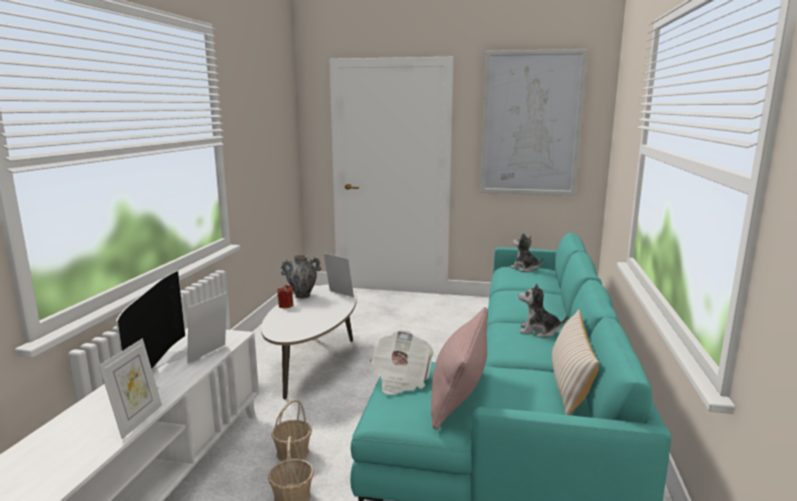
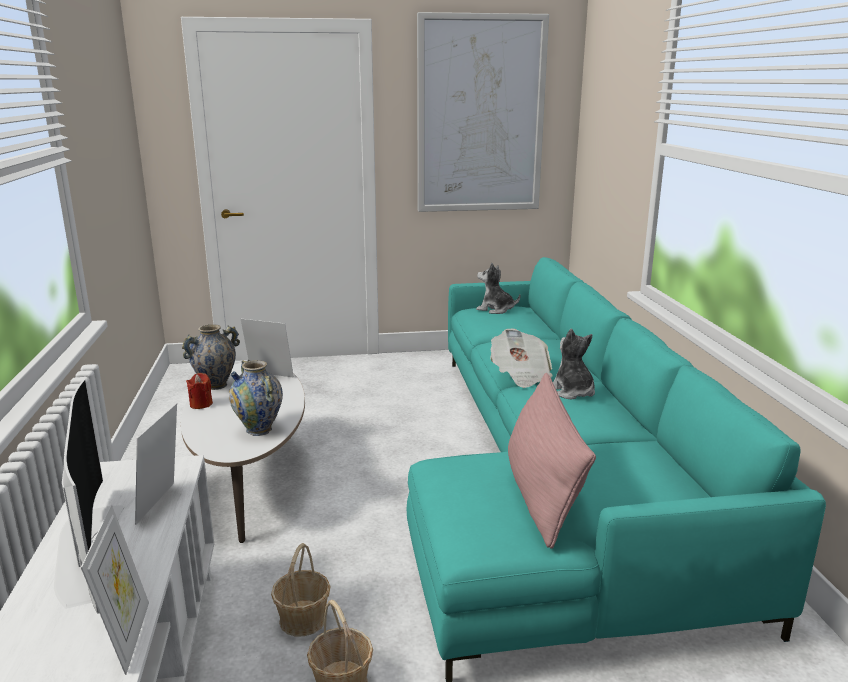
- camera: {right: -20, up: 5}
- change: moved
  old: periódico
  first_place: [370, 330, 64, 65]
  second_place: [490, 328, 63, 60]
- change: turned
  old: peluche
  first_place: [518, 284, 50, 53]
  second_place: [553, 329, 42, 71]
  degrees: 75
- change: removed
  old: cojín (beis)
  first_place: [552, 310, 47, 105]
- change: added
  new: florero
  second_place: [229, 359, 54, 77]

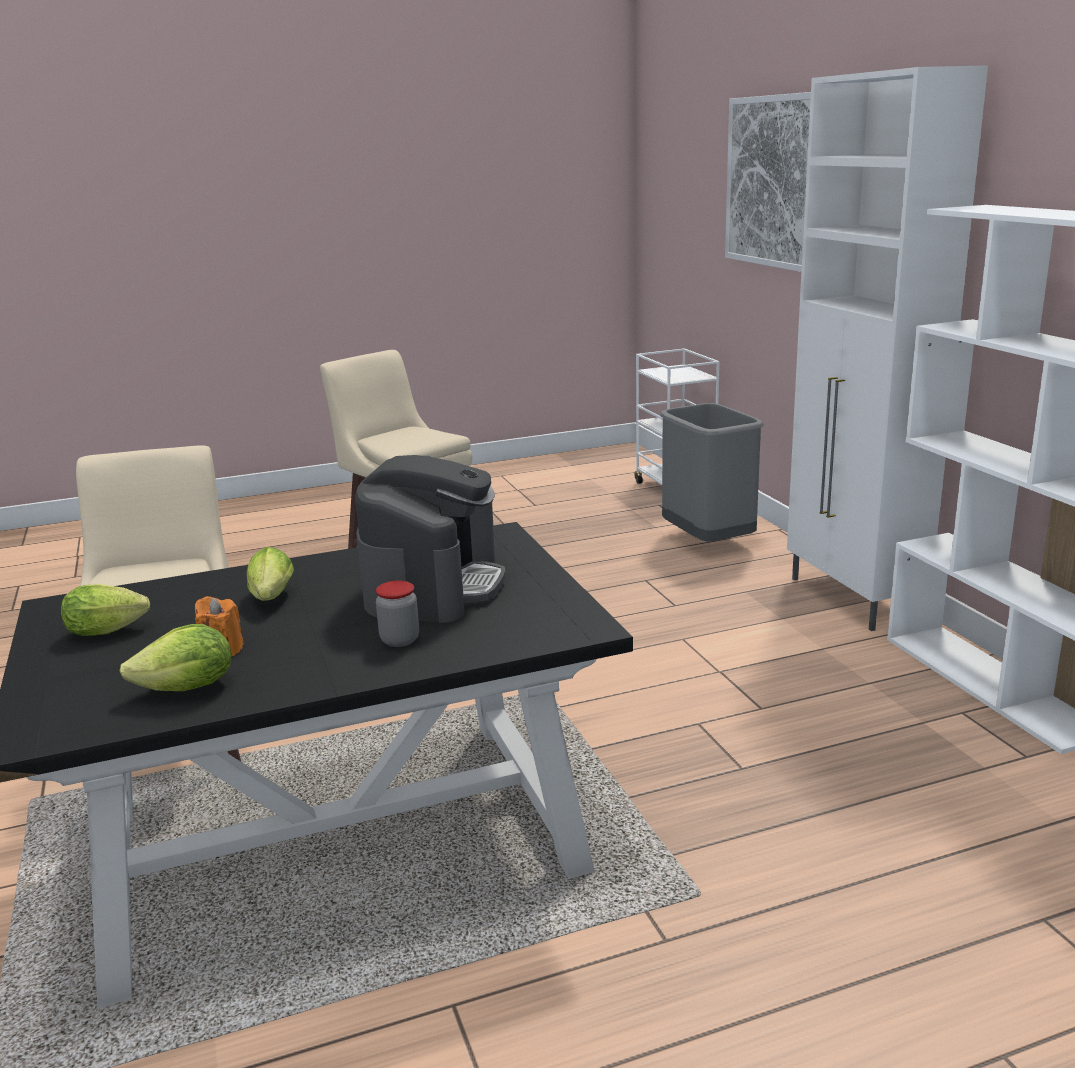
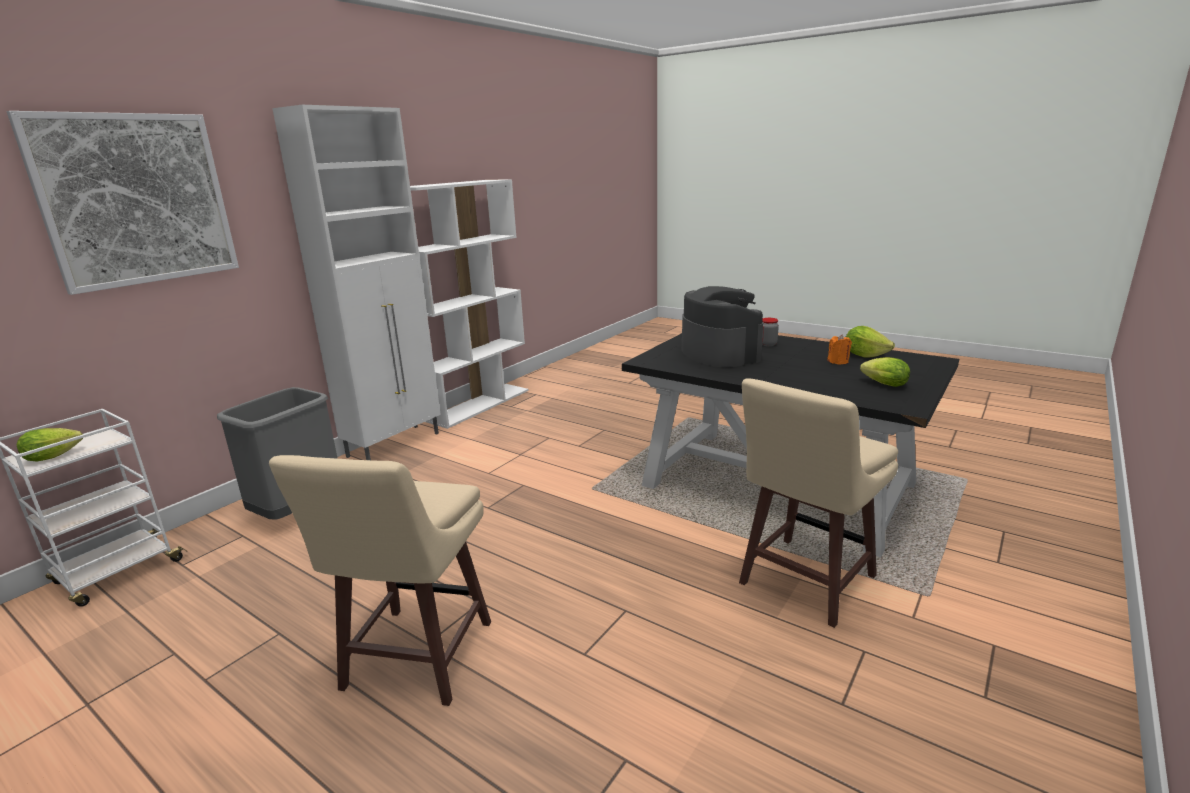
- camera: {right: -125, up: 0}
- change: moved
  old: lechuga
  first_place: [247, 547, 47, 54]
  second_place: [17, 428, 66, 33]
- change: turned
  old: cafetera
  first_place: [355, 455, 150, 168]
  second_place: [682, 286, 81, 81]
  degrees: 90

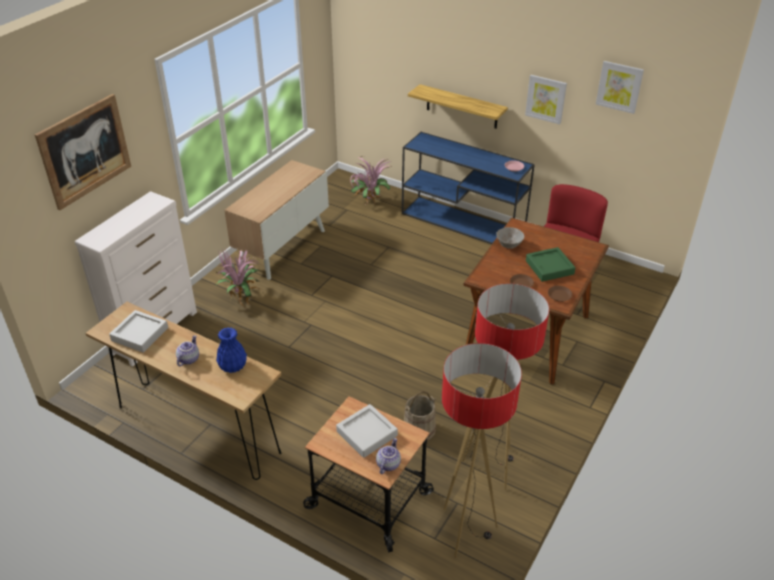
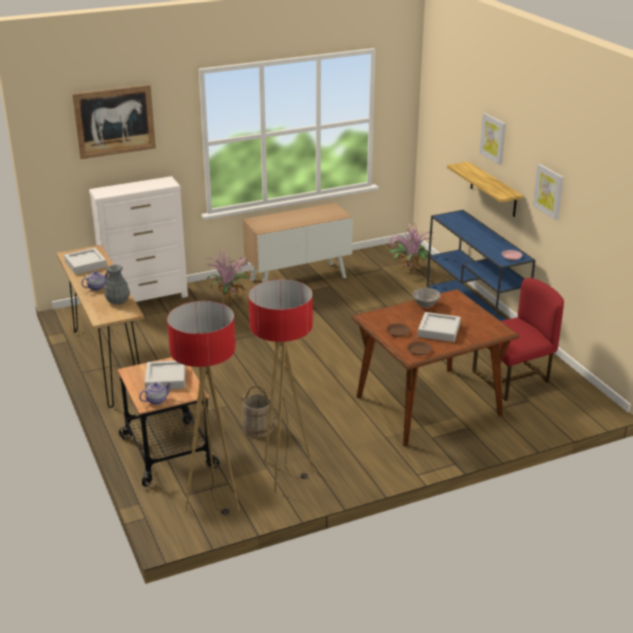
- camera: {right: 35, up: -10}
- change: recoloured
  old: florero (azul)
  new: florero (gris)
  first_place: [216, 327, 31, 46]
  second_place: [104, 264, 26, 41]
- change: recoloured
  old: bandeja (verde)
  new: bandeja (gris)
  first_place: [526, 247, 50, 35]
  second_place: [418, 312, 43, 30]
- change: moved
  old: cuadro
  first_place: [596, 61, 48, 53]
  second_place: [480, 113, 26, 52]

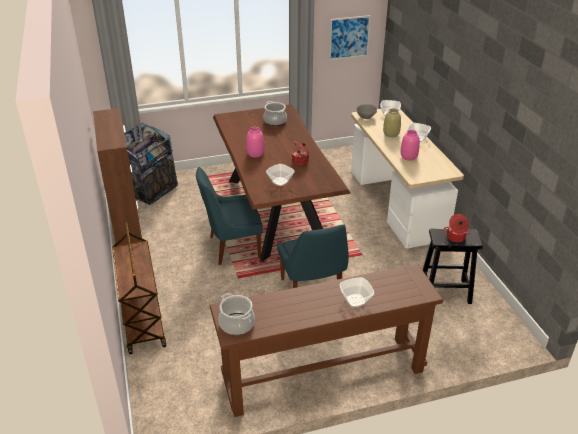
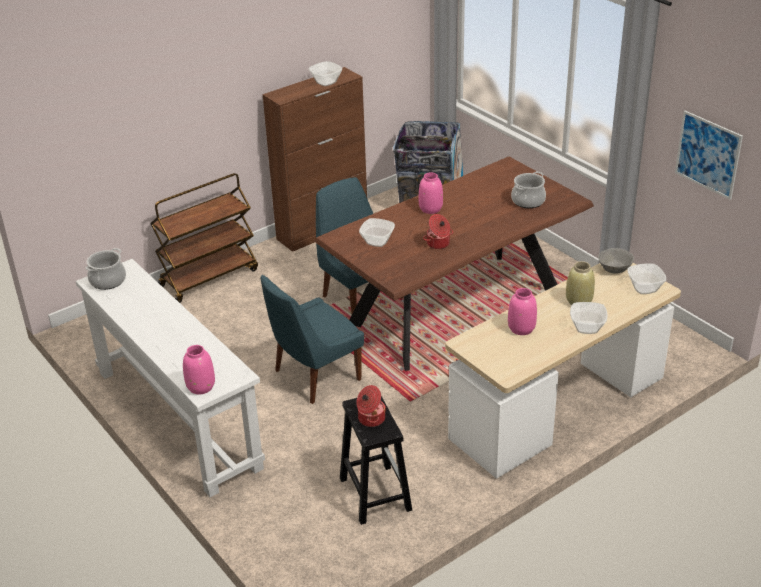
- camera: {right: 70, up: 0}
- change: recoloured
  old: mesa consola (marrón)
  new: mesa consola (blanco)
  first_place: [210, 264, 233, 153]
  second_place: [75, 259, 190, 238]
- change: moved
  old: cuenco
  first_place: [340, 278, 34, 29]
  second_place: [309, 61, 33, 25]
- change: added
  new: florero (rosa)
  second_place: [183, 345, 32, 49]

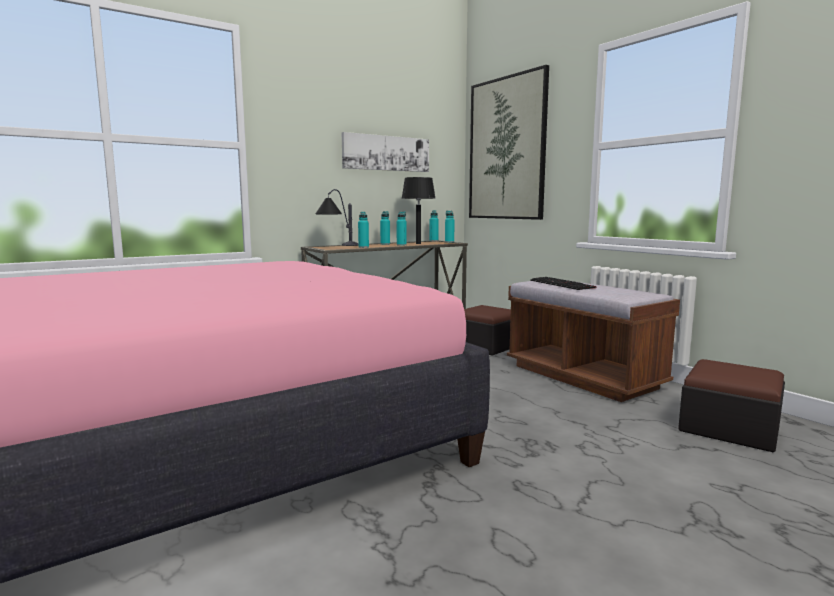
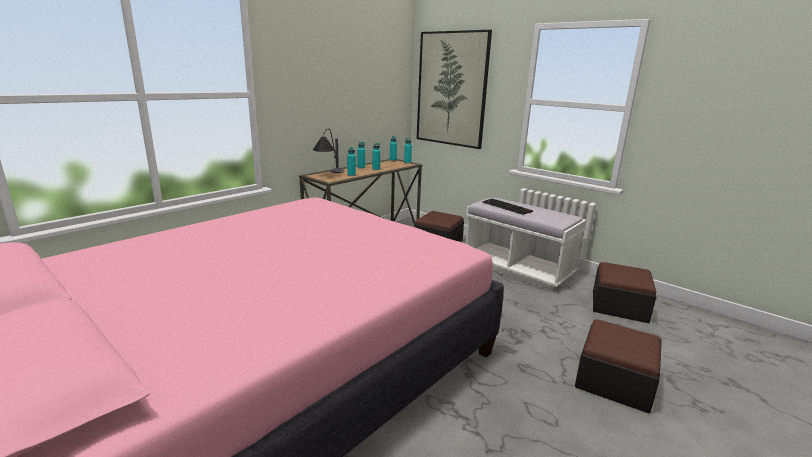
- camera: {right: -15, up: 10}
- change: removed
  old: cuadro
  first_place: [342, 132, 87, 40]
- change: removed
  old: lámpara de mesa (negro)
  first_place: [402, 177, 33, 67]
- change: recoloured
  old: banco (marrón)
  new: banco (blanco)
  first_place: [507, 280, 173, 122]
  second_place: [466, 197, 121, 93]
- change: added
  new: puf
  second_place: [575, 319, 87, 94]

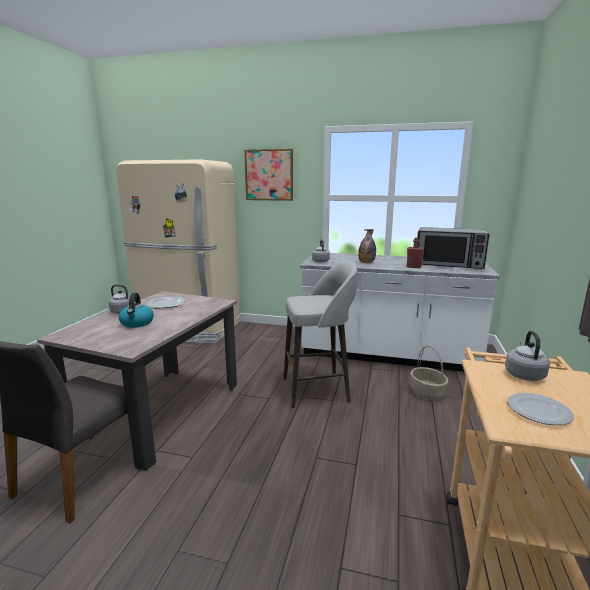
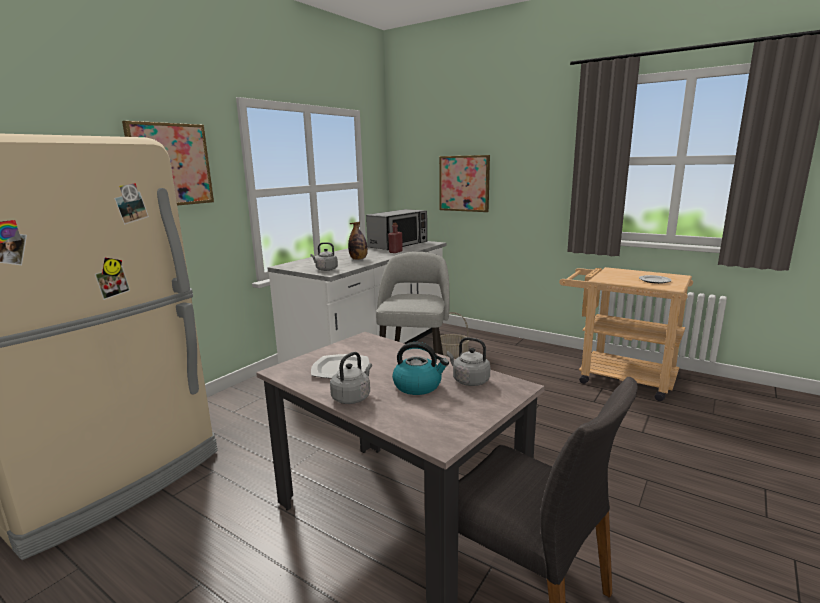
- camera: {right: -70, up: 0}
- change: moved
  old: hervidor (gris)
  first_place: [505, 331, 45, 50]
  second_place: [447, 337, 43, 49]
- change: added
  new: cuadro
  second_place: [439, 155, 51, 57]

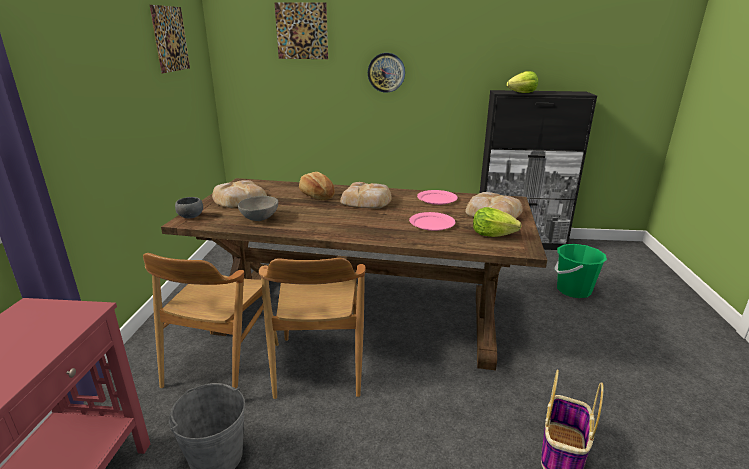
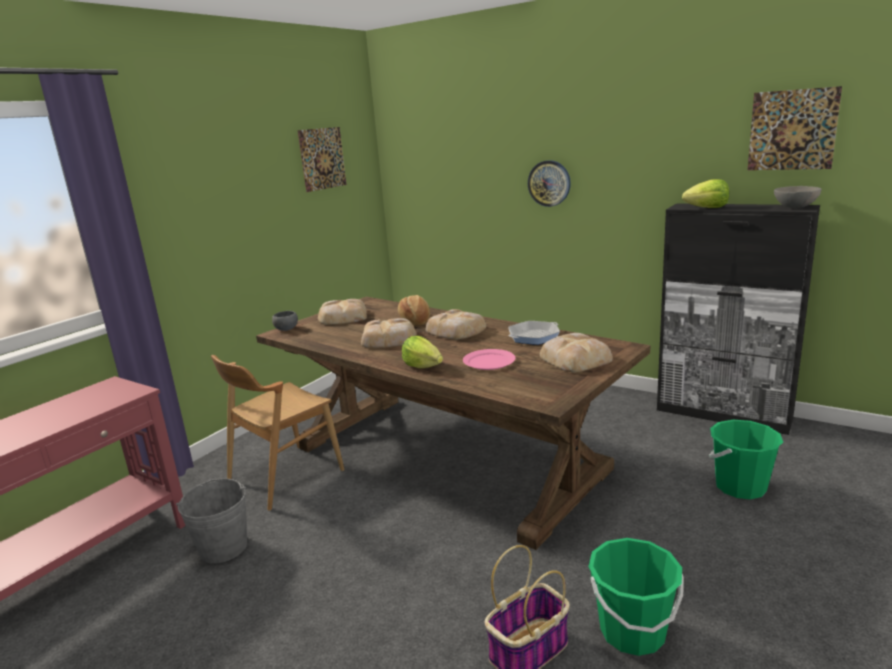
- camera: {right: 30, up: -5}
- change: moved
  old: cuenco (gris)
  first_place: [238, 196, 40, 25]
  second_place: [774, 186, 48, 22]
- change: removed
  old: silla (marrón)
  first_place: [259, 258, 107, 141]
- change: moved
  old: cuadro
  first_place: [275, 3, 53, 56]
  second_place: [748, 86, 94, 84]
- change: replaced
  old: plato (rosa)
  new: sartén
  first_place: [417, 190, 41, 15]
  second_place: [508, 321, 52, 24]
- change: moved
  old: lechuga
  first_place: [473, 207, 48, 30]
  second_place: [402, 336, 41, 32]
- change: added
  new: pan
  second_place: [361, 318, 56, 30]
- change: added
  new: cubo (verde)
  second_place: [588, 538, 96, 118]

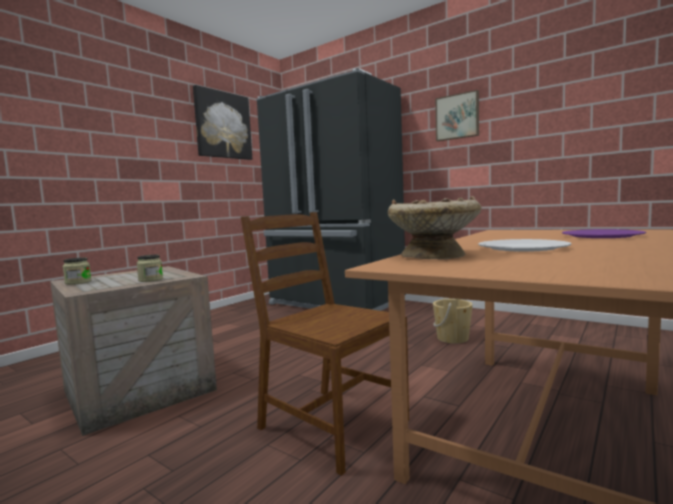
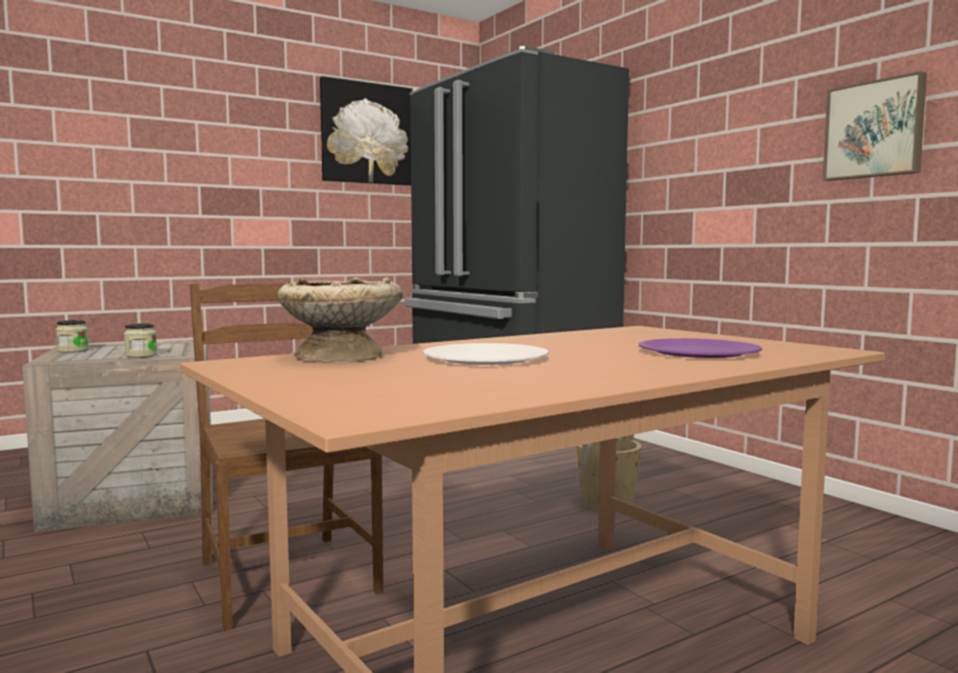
- camera: {right: 20, up: 0}
- change: moved
  old: cuadro
  first_place: [435, 90, 44, 51]
  second_place: [823, 71, 104, 110]

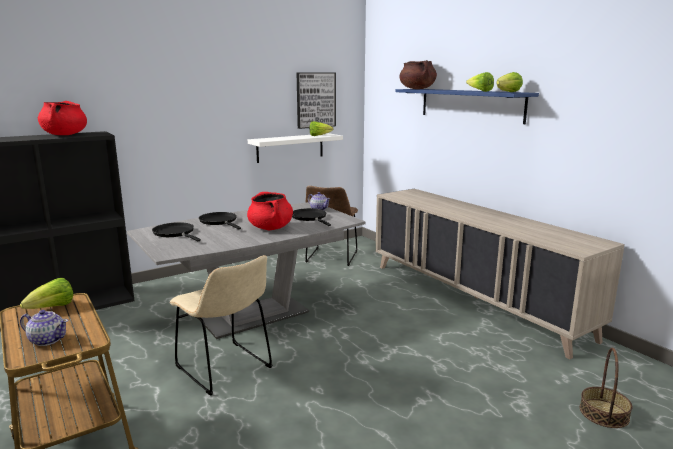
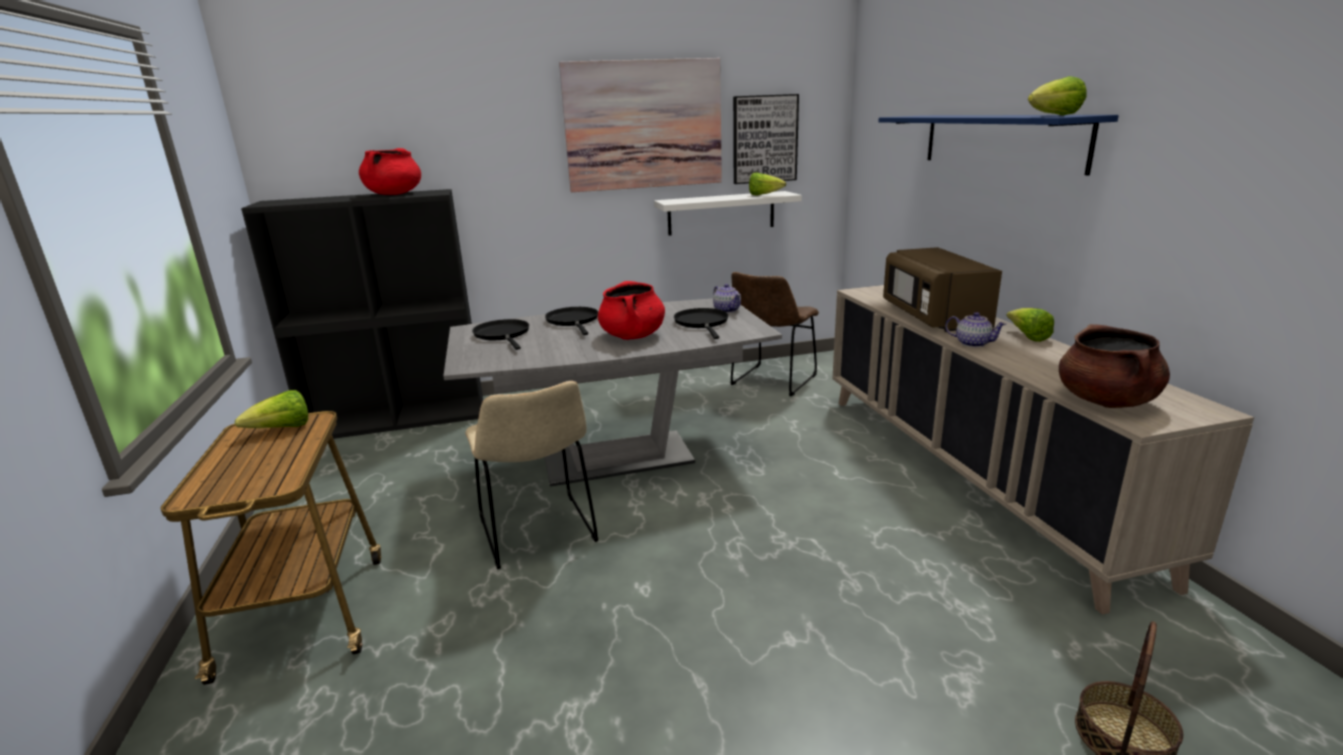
- camera: {right: 20, up: 5}
- change: moved
  old: tetera
  first_place: [20, 310, 49, 36]
  second_place: [945, 312, 61, 35]
- change: moved
  old: olla (marrón)
  first_place: [399, 60, 38, 29]
  second_place: [1059, 324, 111, 84]
- change: moved
  old: lechuga
  first_place: [466, 72, 28, 20]
  second_place: [1007, 308, 47, 34]
- change: added
  new: cuadro
  second_place: [559, 58, 163, 134]
- change: added
  new: microondas (marrón)
  second_place: [883, 247, 119, 85]

